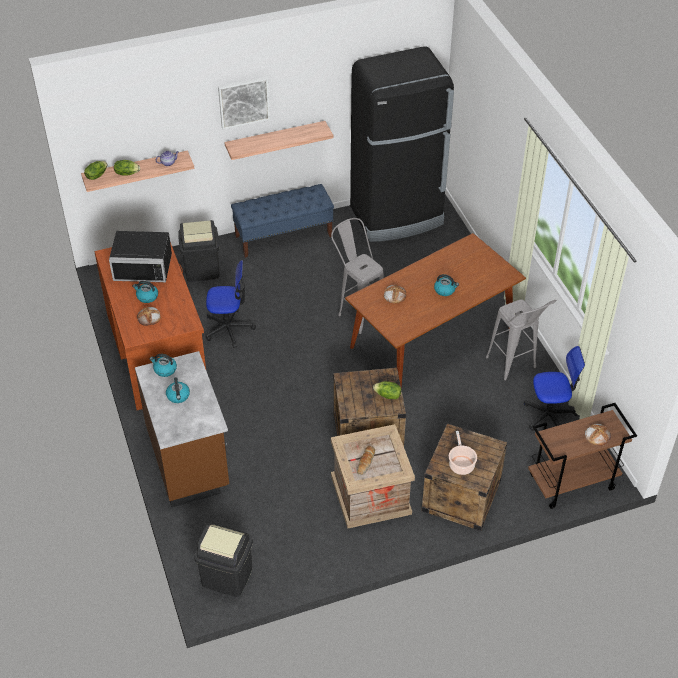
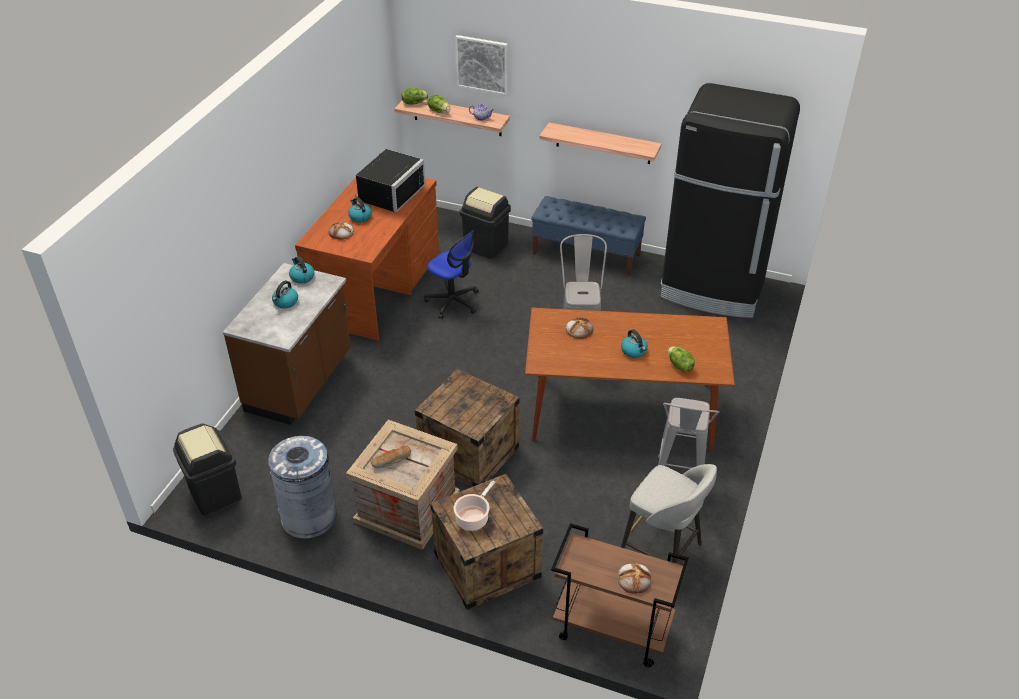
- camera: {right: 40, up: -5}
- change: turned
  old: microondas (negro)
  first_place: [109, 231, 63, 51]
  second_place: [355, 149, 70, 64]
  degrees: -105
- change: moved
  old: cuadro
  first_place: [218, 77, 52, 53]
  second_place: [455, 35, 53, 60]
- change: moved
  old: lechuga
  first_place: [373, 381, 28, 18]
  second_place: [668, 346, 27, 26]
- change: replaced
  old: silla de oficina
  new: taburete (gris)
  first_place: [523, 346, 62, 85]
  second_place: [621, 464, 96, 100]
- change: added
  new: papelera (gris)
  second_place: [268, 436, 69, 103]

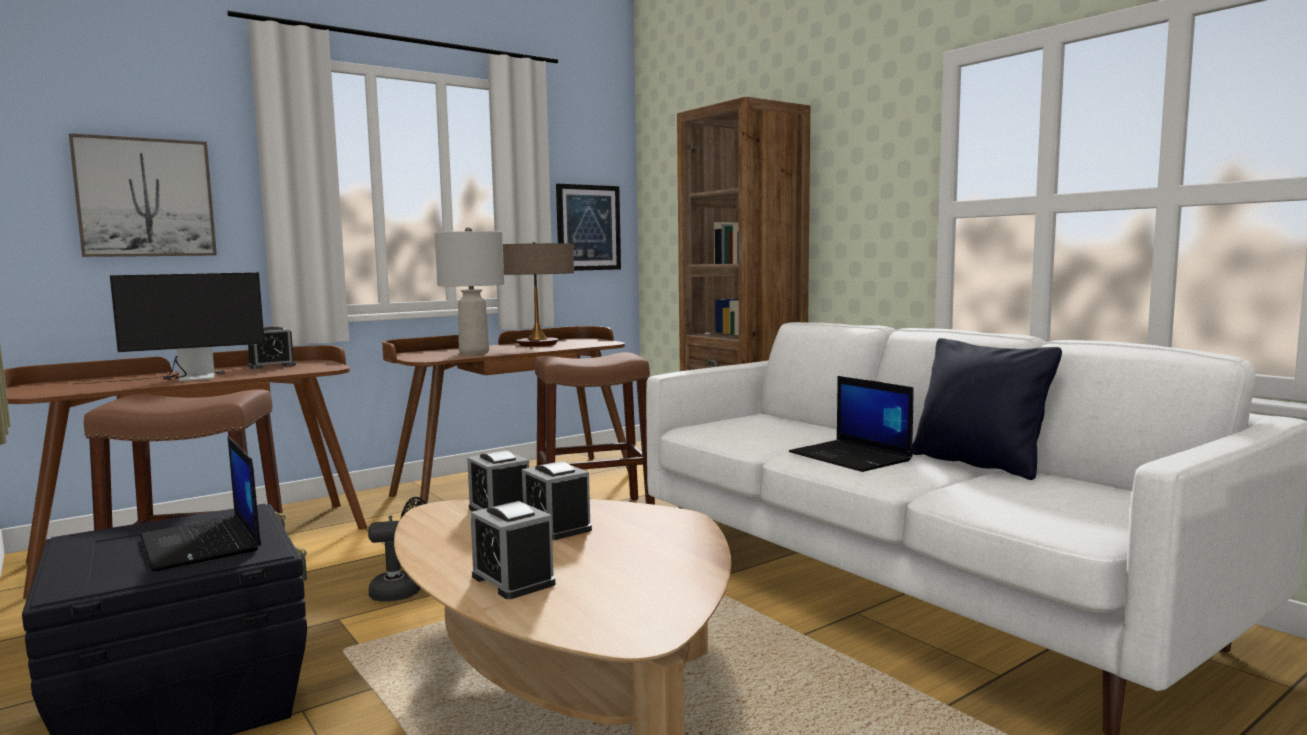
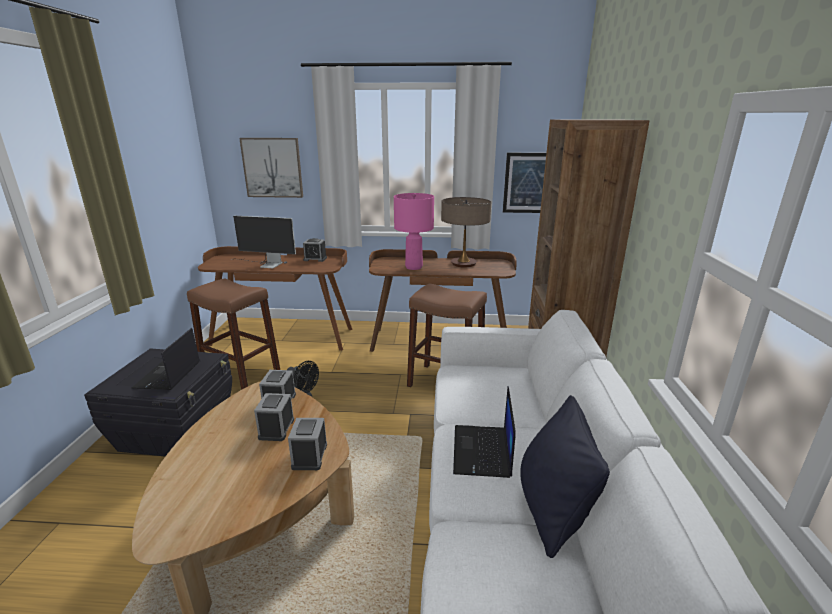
- camera: {right: 40, up: 15}
- change: recoloured
  old: lámpara de mesa (gris)
  new: lámpara de mesa (rosa)
  first_place: [435, 227, 69, 128]
  second_place: [394, 193, 40, 77]
- change: moved
  old: despertador
  first_place: [470, 501, 85, 98]
  second_place: [288, 418, 39, 52]

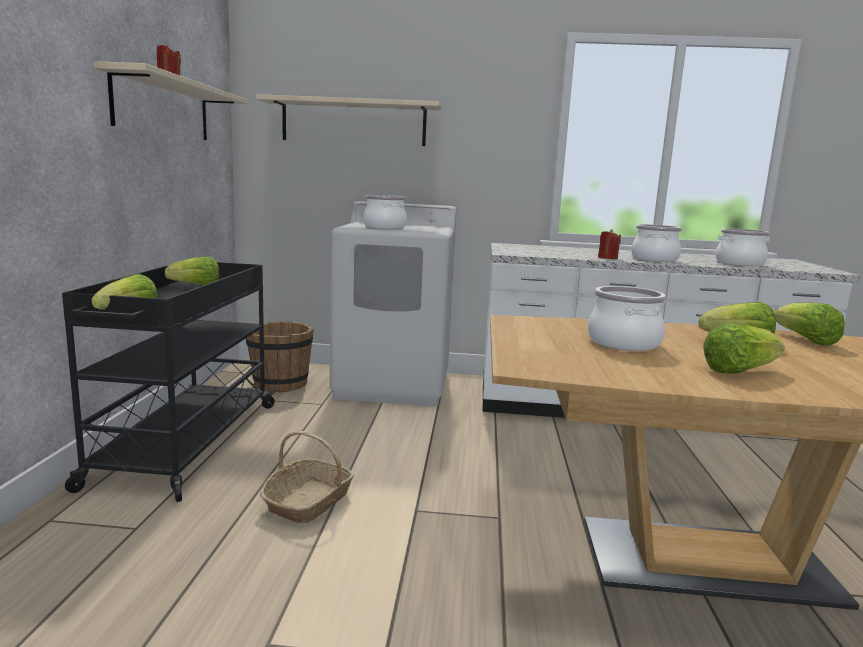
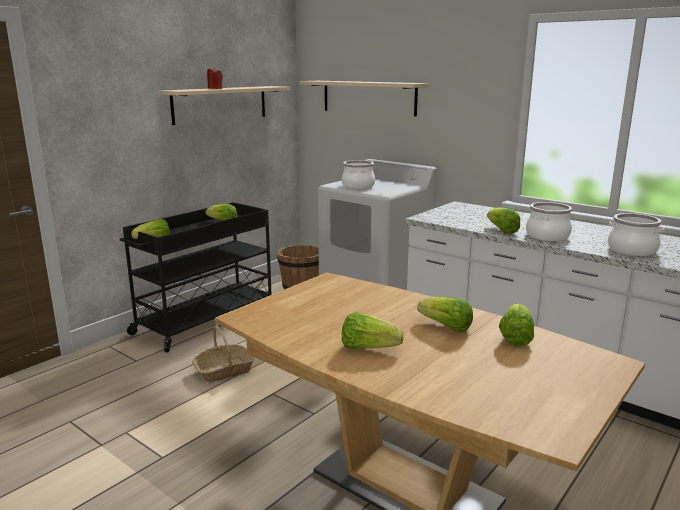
- camera: {right: 35, up: 5}
- change: removed
  old: olla
  first_place: [588, 286, 78, 65]
- change: replaced
  old: vela (rojo)
  new: lechuga
  first_place: [598, 229, 23, 30]
  second_place: [487, 207, 33, 27]

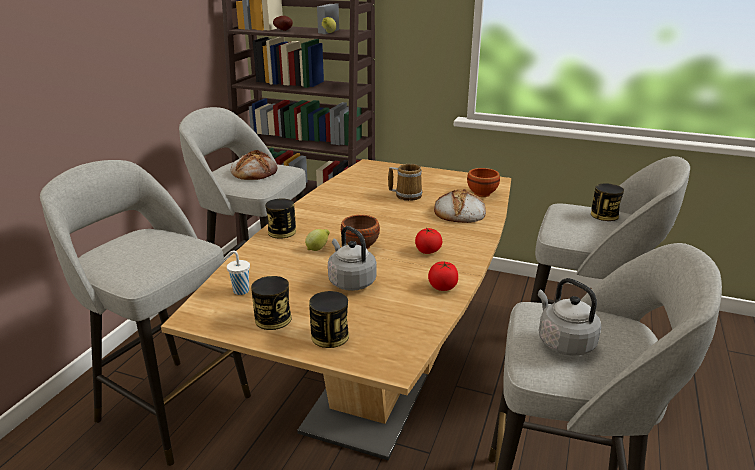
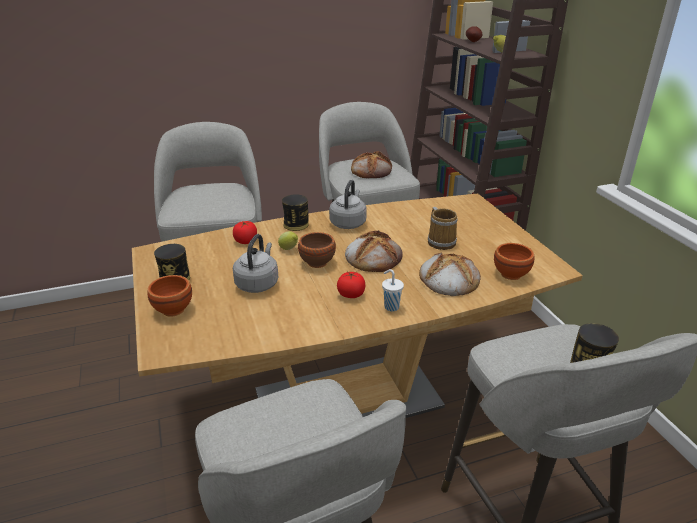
- camera: {right: 50, up: 5}
- change: moved
  old: taza (blanco)
  first_place: [224, 251, 26, 44]
  second_place: [382, 269, 22, 42]
- change: replaced
  old: lata
  new: cuenco (marrón)
  first_place: [309, 291, 40, 57]
  second_place: [147, 275, 45, 42]
- change: moved
  old: tomate
  first_place: [428, 262, 30, 29]
  second_place: [233, 221, 24, 23]
- change: moved
  old: hervidor (gris)
  first_place: [538, 278, 63, 78]
  second_place: [329, 180, 38, 49]
- change: added
  new: pan
  second_place: [345, 230, 58, 42]

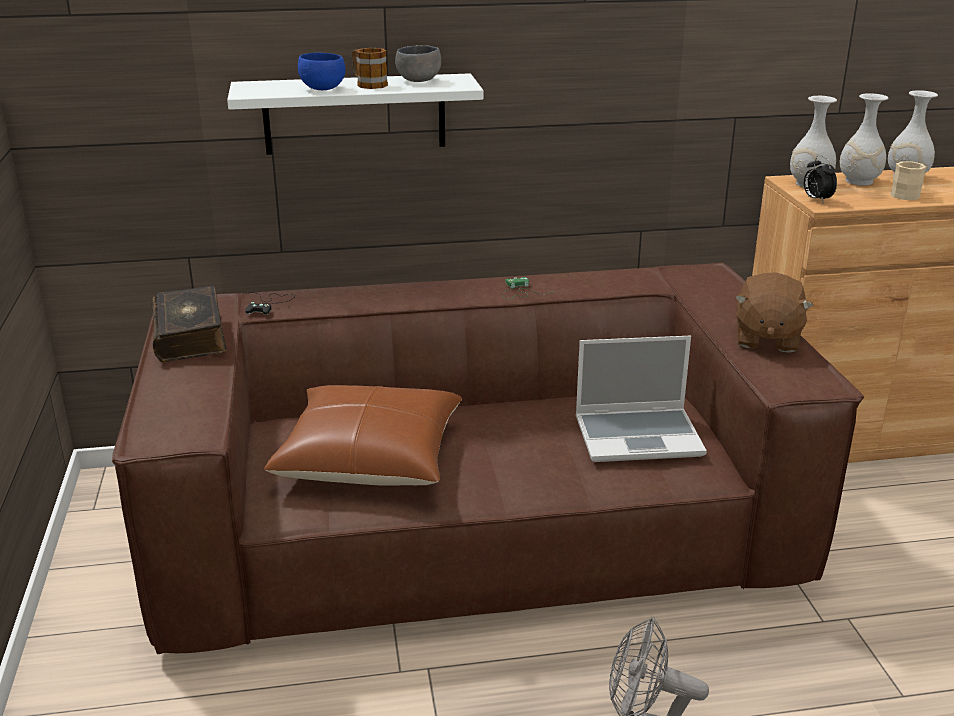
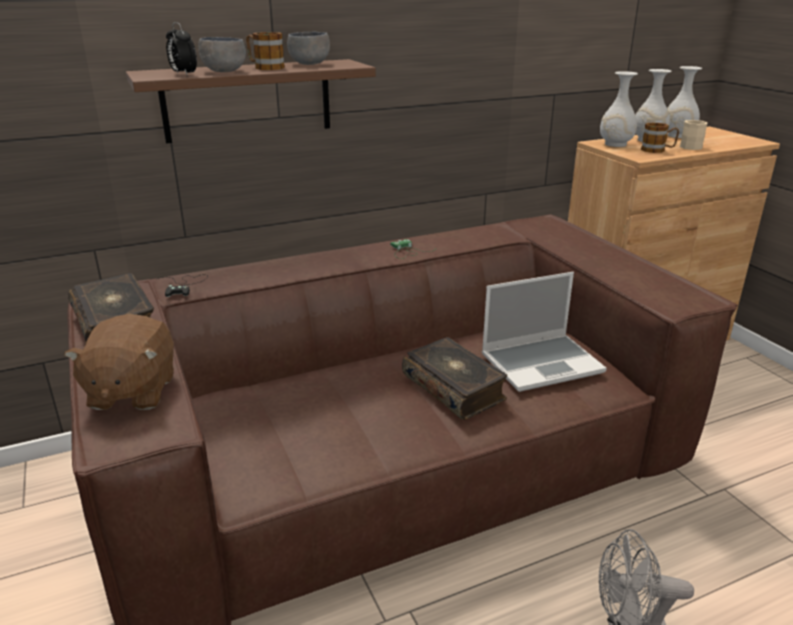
- camera: {right: -15, up: 0}
- change: recoloured
  old: estante (blanco)
  new: estante (marrón)
  first_place: [227, 73, 256, 82]
  second_place: [126, 59, 250, 84]
- change: removed
  old: cojín (marrón)
  first_place: [264, 385, 198, 101]
- change: recoloured
  old: cuenco (azul)
  new: cuenco (gris)
  first_place: [298, 53, 47, 37]
  second_place: [198, 37, 48, 35]
- change: moved
  old: peluche (marrón)
  first_place: [735, 272, 79, 81]
  second_place: [64, 314, 110, 96]
- change: moved
  old: despertador
  first_place: [804, 156, 33, 47]
  second_place: [166, 22, 31, 54]
- change: added
  new: libro
  second_place: [402, 337, 105, 83]
- change: added
  new: taza grande
  second_place: [641, 123, 38, 30]

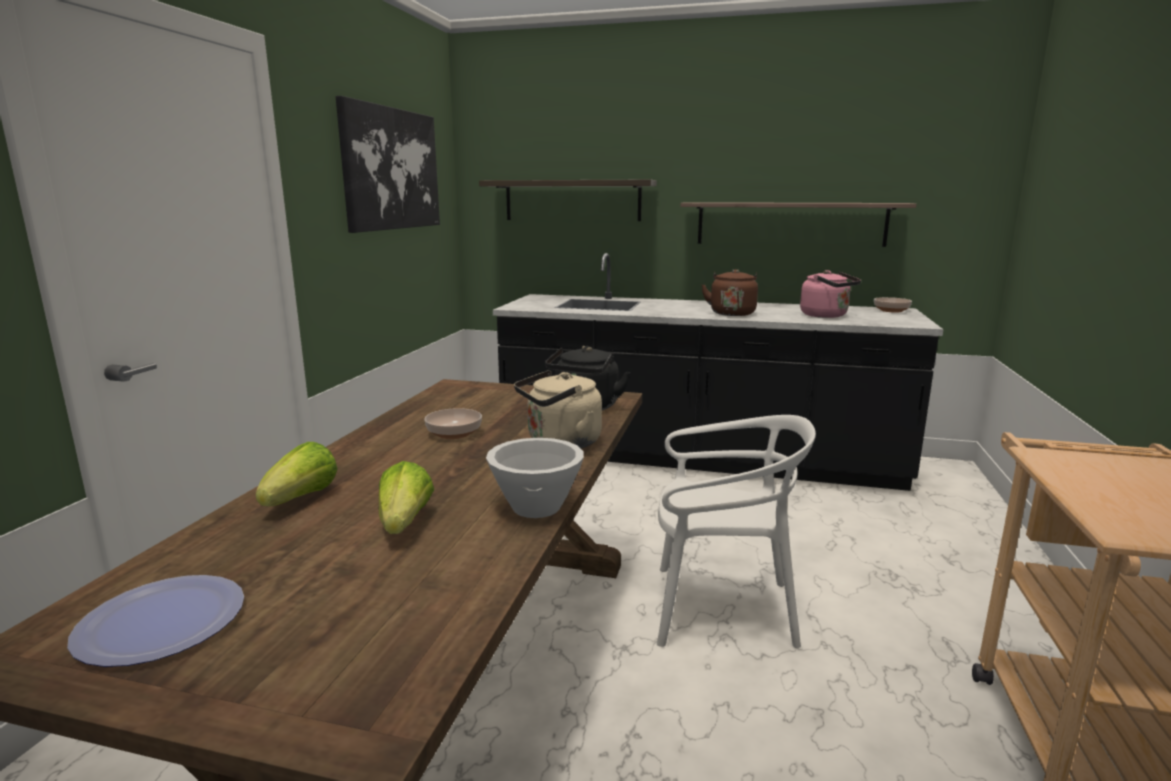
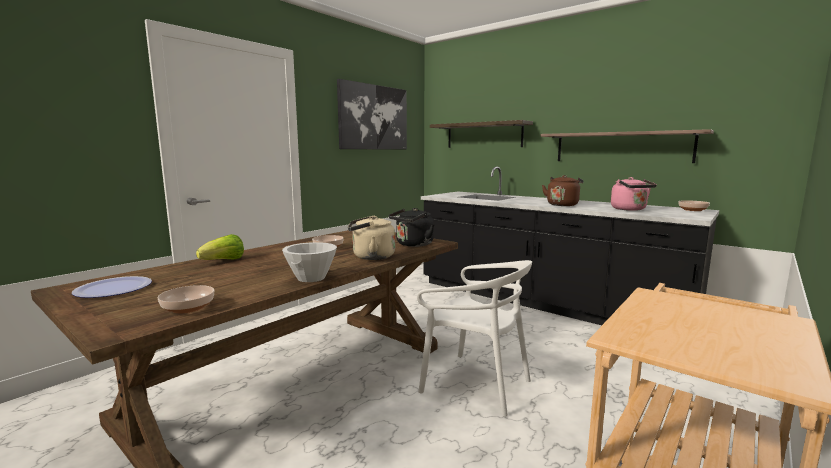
- camera: {right: 25, up: -5}
- change: removed
  old: lechuga
  first_place: [379, 461, 55, 73]
- change: added
  new: cuenco
  second_place: [157, 285, 57, 28]

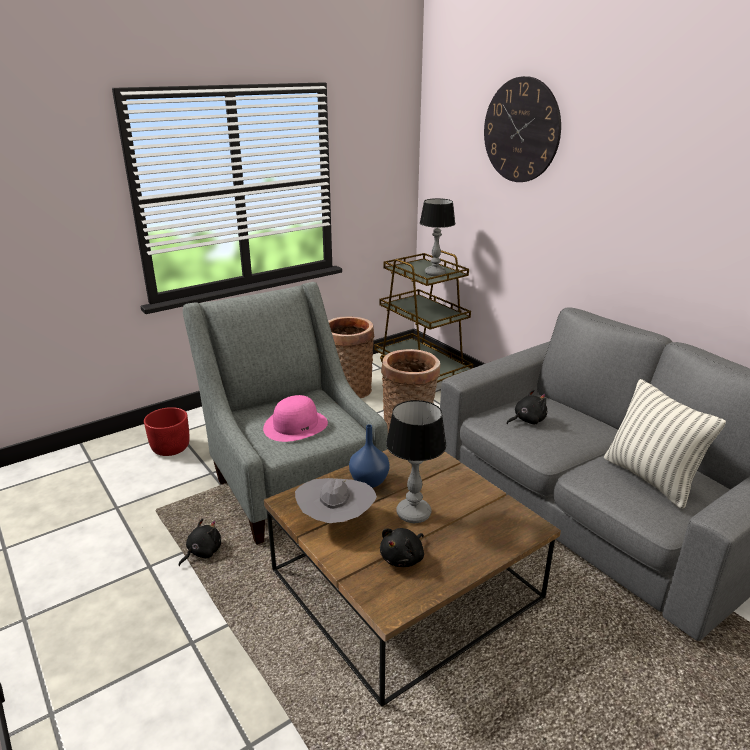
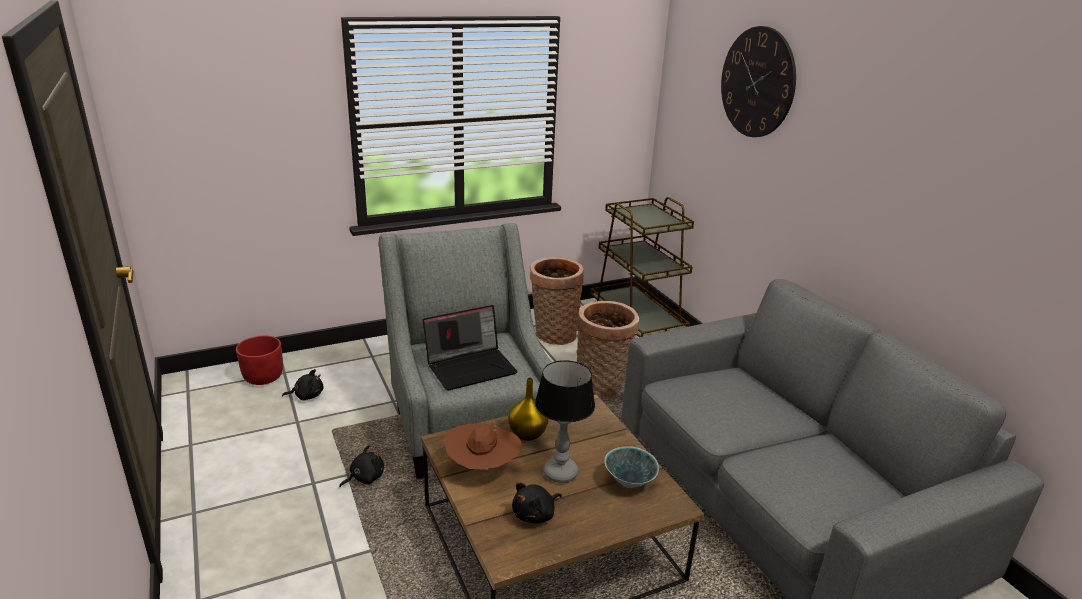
- camera: {right: 10, up: 0}
- change: moved
  old: maceta (rojo)
  first_place: [144, 407, 46, 49]
  second_place: [236, 336, 47, 49]
- change: replaced
  old: sombrero (rosa)
  new: portátil
  first_place: [263, 395, 65, 47]
  second_place: [423, 305, 95, 86]
- change: recoloured
  old: sombrero (gris)
  new: sombrero (marrón)
  first_place: [295, 478, 82, 45]
  second_place: [444, 424, 78, 46]
- change: recoloured
  old: florero (azul)
  new: florero (amarillo)
  first_place: [349, 424, 41, 64]
  second_place: [508, 377, 41, 64]
- change: removed
  old: lámpara de mesa
  first_place: [420, 198, 35, 78]
- change: moved
  old: peluche (negro)
  first_place: [506, 390, 41, 35]
  second_place: [282, 369, 41, 32]
- change: removed
  old: cojín
  first_place: [604, 379, 122, 130]
- change: added
  new: cuenco
  second_place: [605, 446, 54, 42]

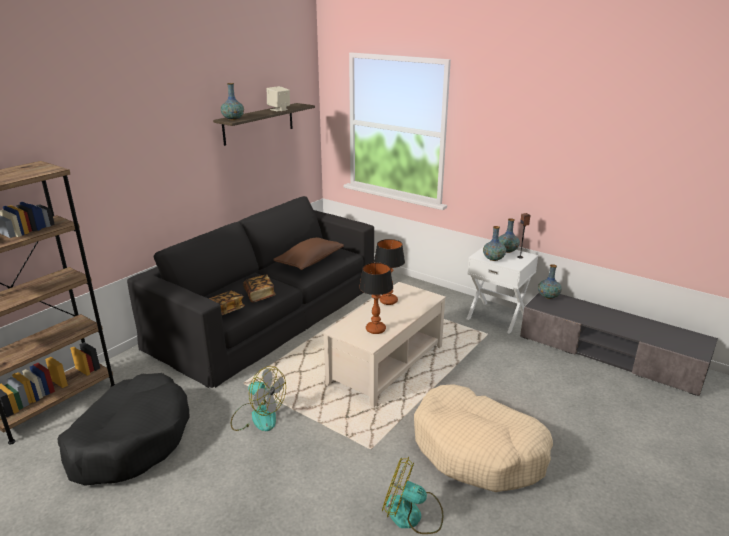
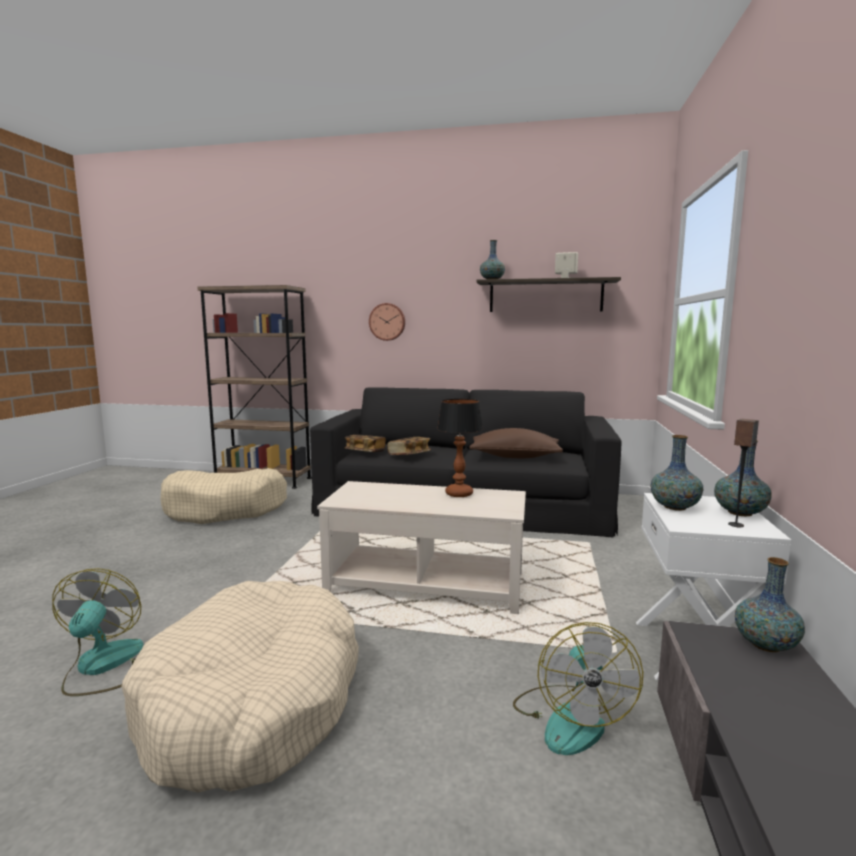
- camera: {right: 65, up: -15}
- change: recoloured
  old: cama para perro (negro)
  new: cama para perro (beis)
  first_place: [57, 373, 133, 113]
  second_place: [161, 468, 126, 56]
- change: moved
  old: ventilador
  first_place: [231, 366, 55, 65]
  second_place: [513, 622, 130, 133]
- change: removed
  old: lámpara de mesa
  first_place: [359, 263, 34, 71]
- change: added
  new: reloj de pared
  second_place: [369, 303, 36, 38]

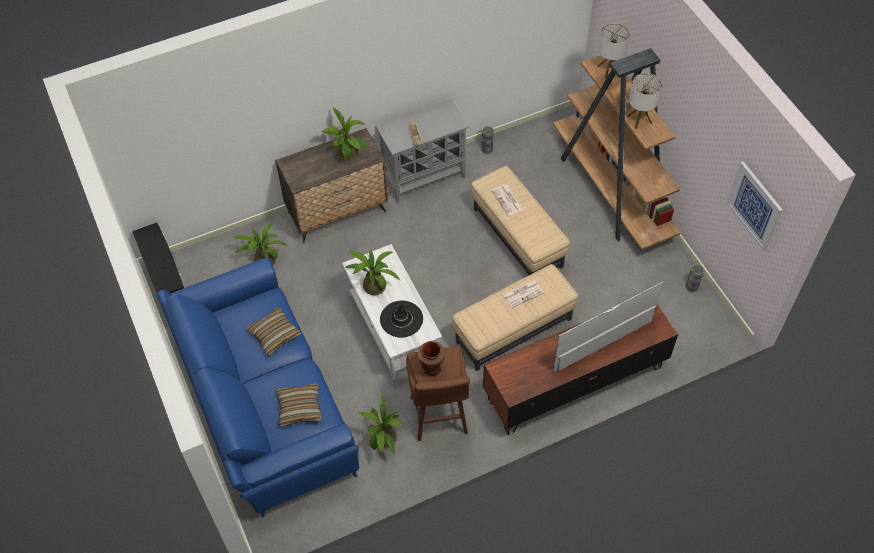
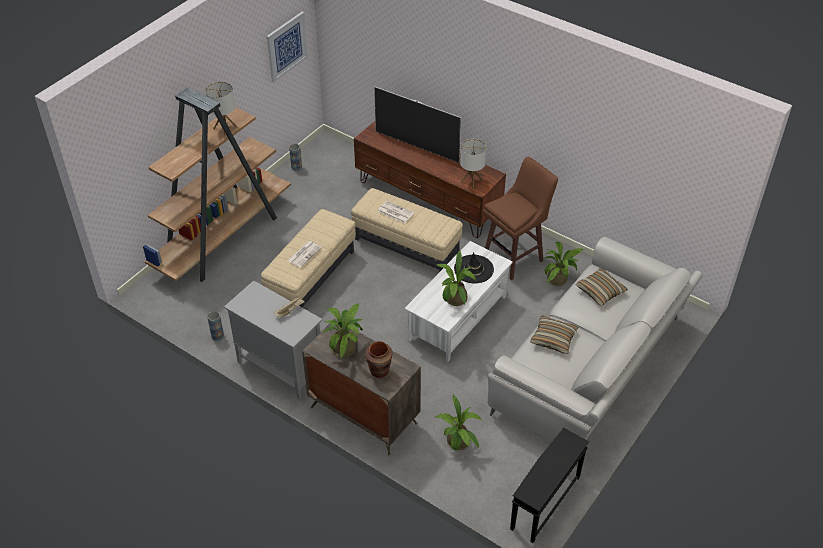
- camera: {right: -120, up: -10}
- change: recoloured
  old: sofá (azul)
  new: sofá (gris)
  first_place: [157, 258, 202, 260]
  second_place: [488, 237, 215, 204]
- change: moved
  old: florero (marrón)
  first_place: [418, 341, 27, 35]
  second_place: [365, 341, 27, 37]
- change: moved
  old: lámpara de mesa
  first_place: [597, 23, 33, 55]
  second_place: [460, 139, 26, 50]

